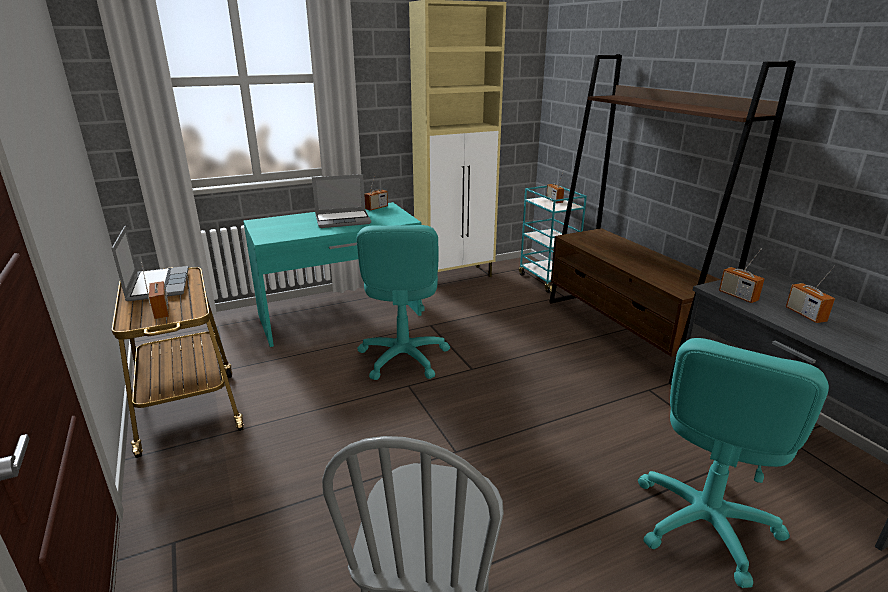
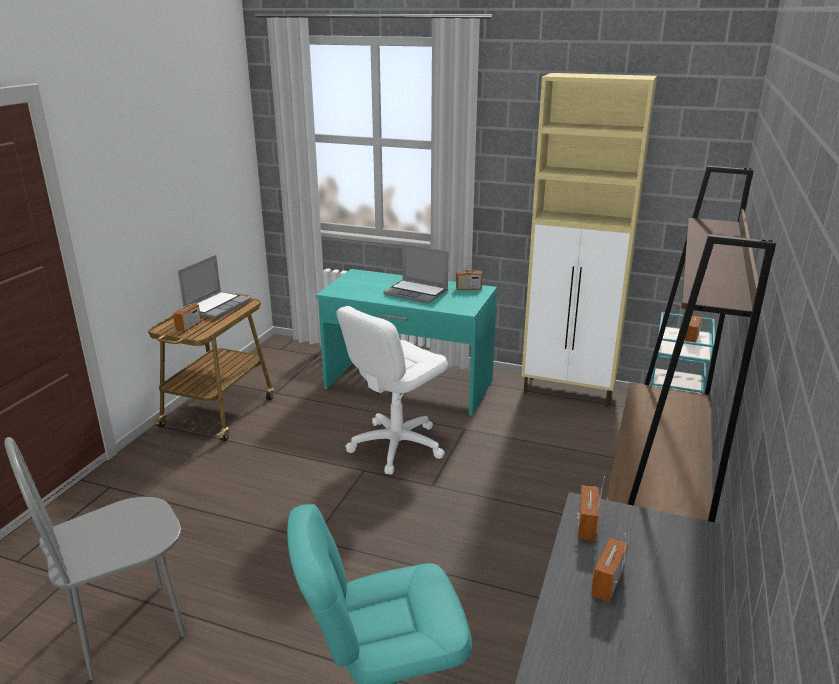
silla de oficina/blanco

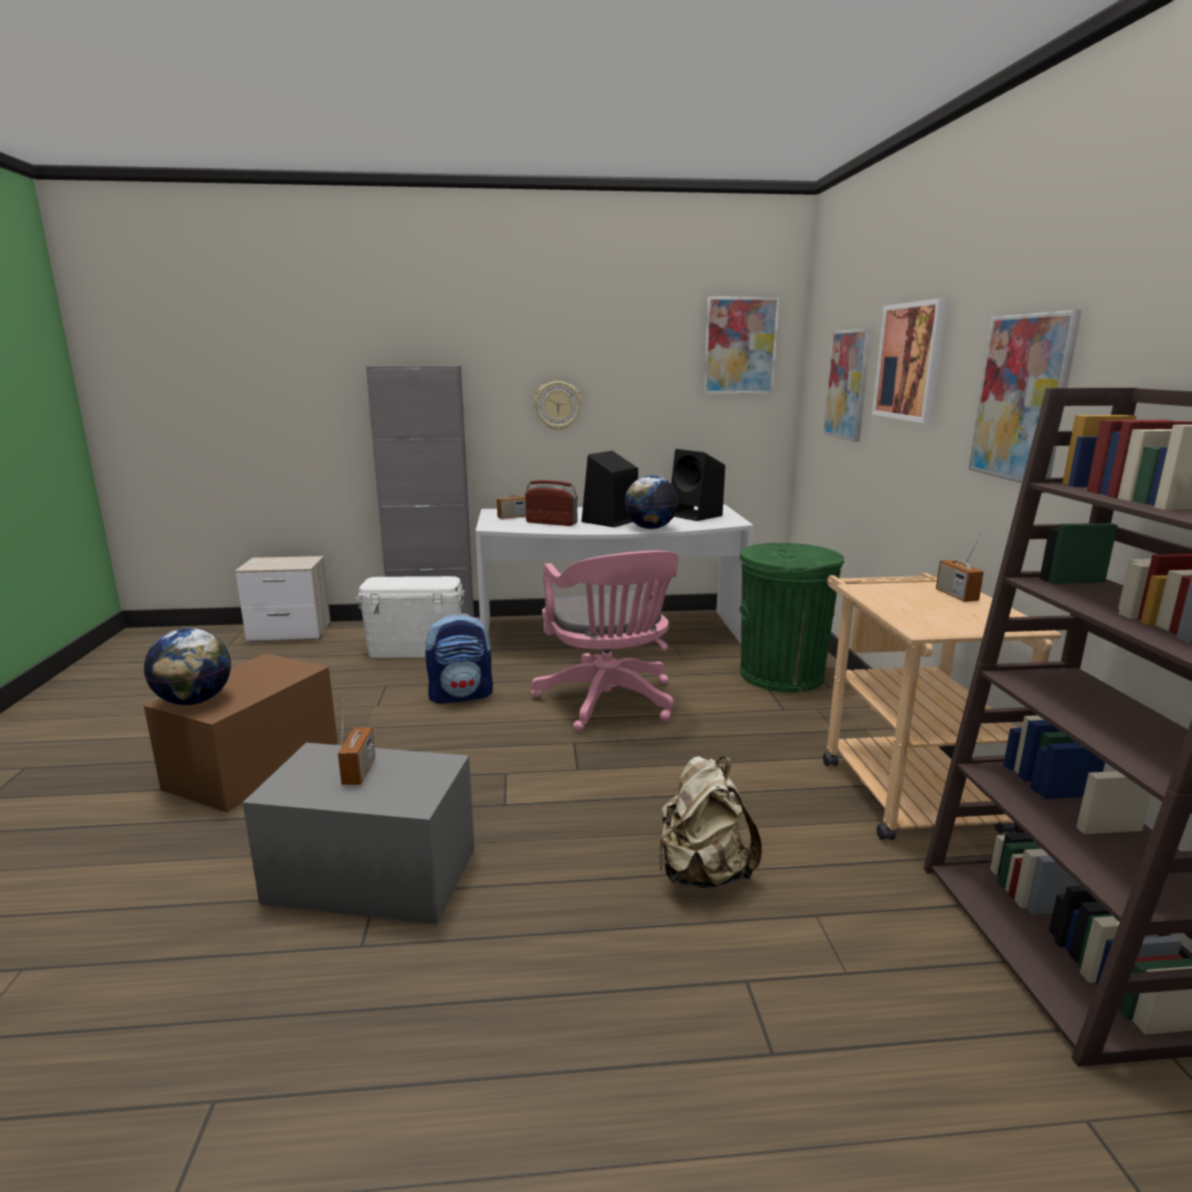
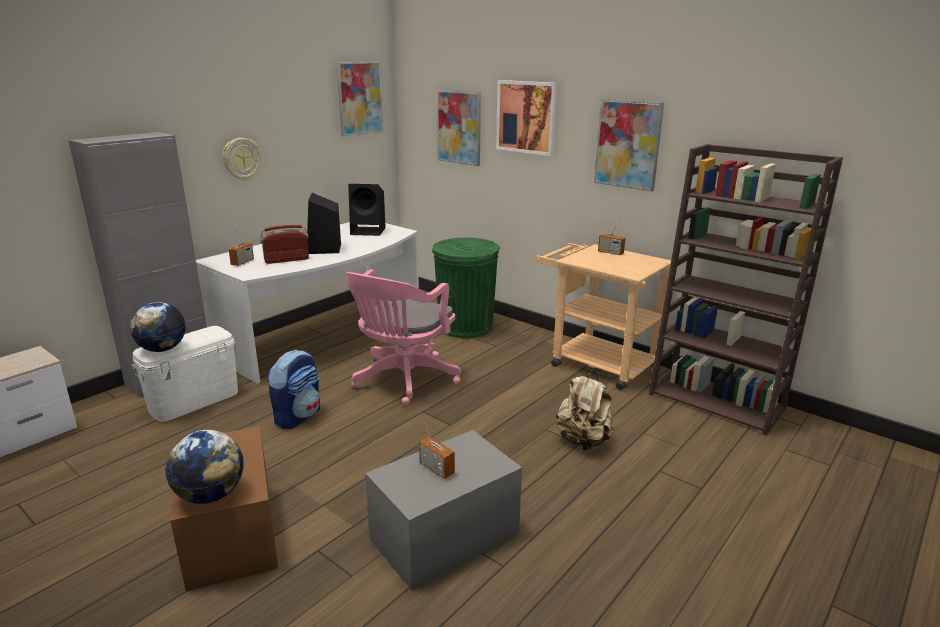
globo terráqueo (no. 1 from left); silla de oficina/rosa

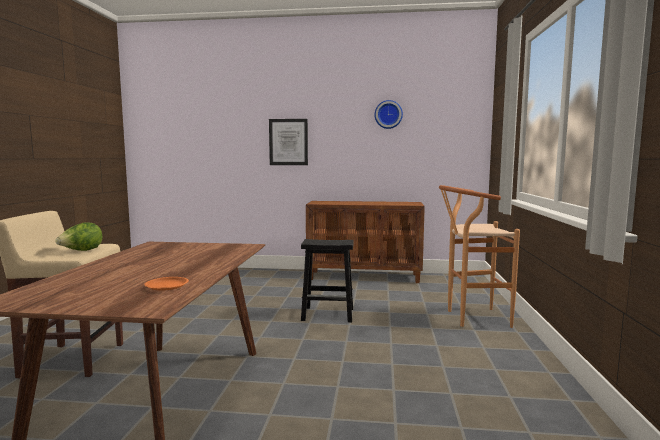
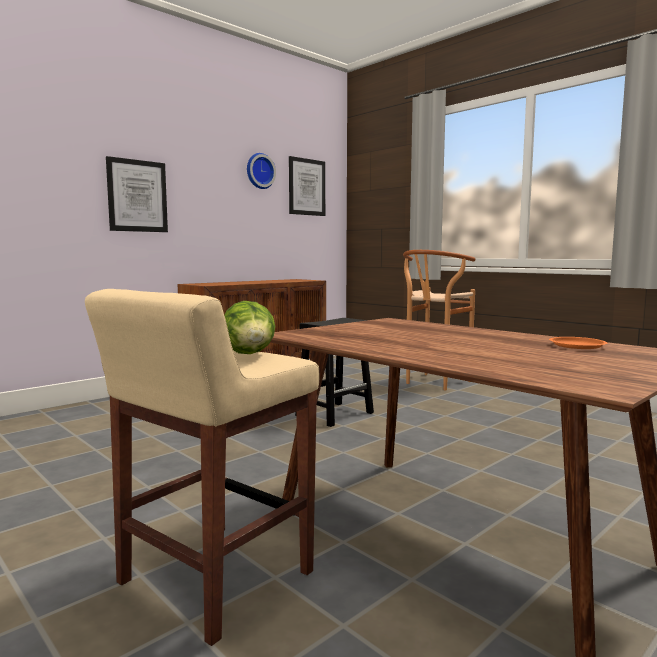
cuadro (no. 2 from left)

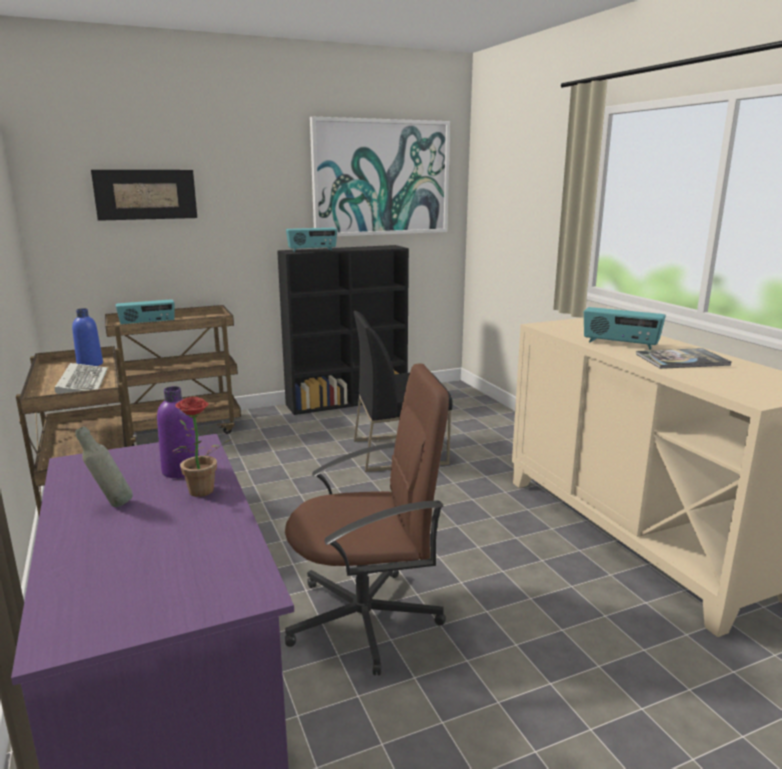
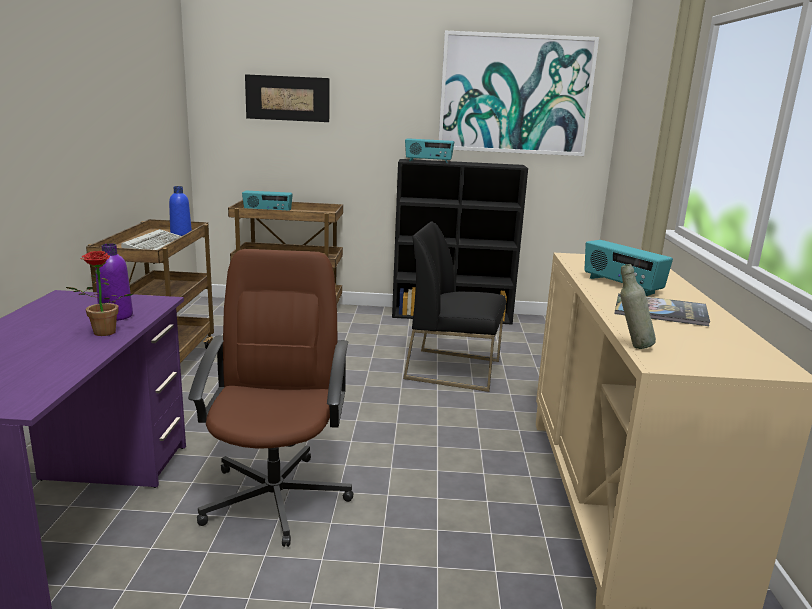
botella/gris; silla de oficina/marrón

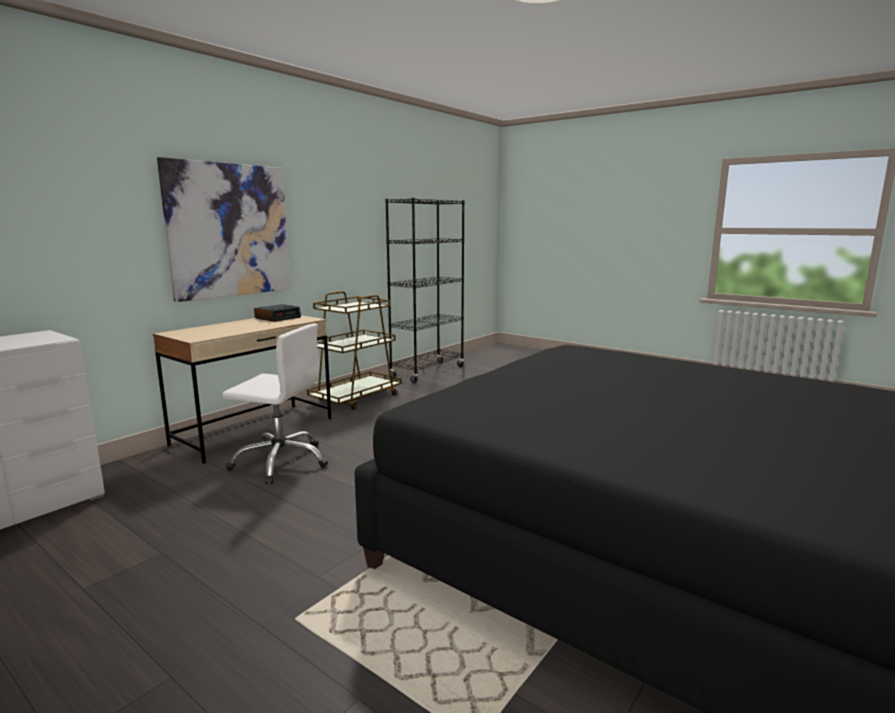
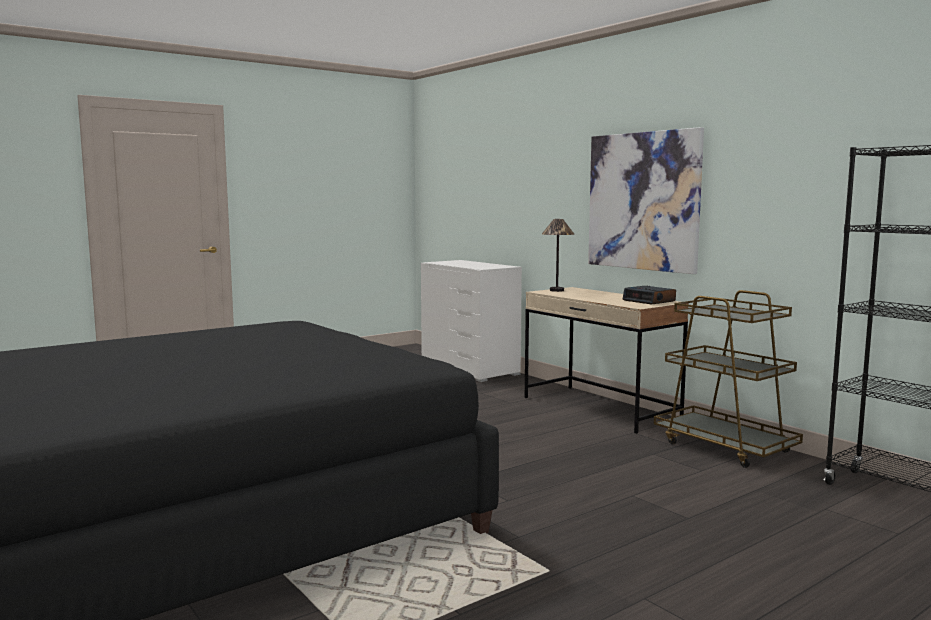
silla de oficina/blanco; lámpara de mesa

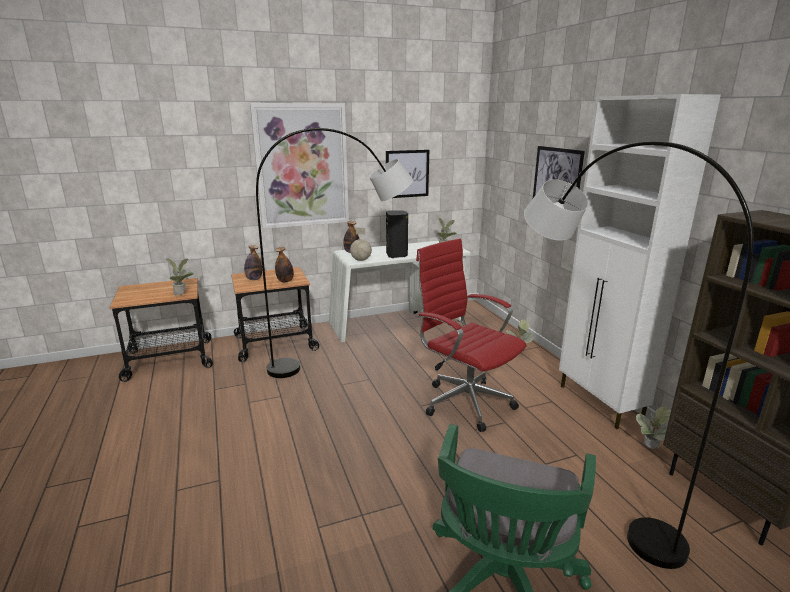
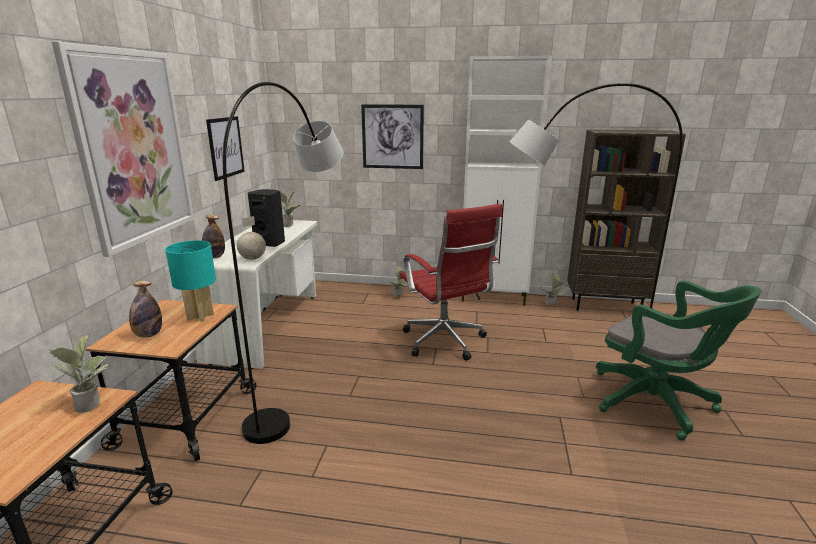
lámpara de mesa/turquesa; silla de oficina/rojo

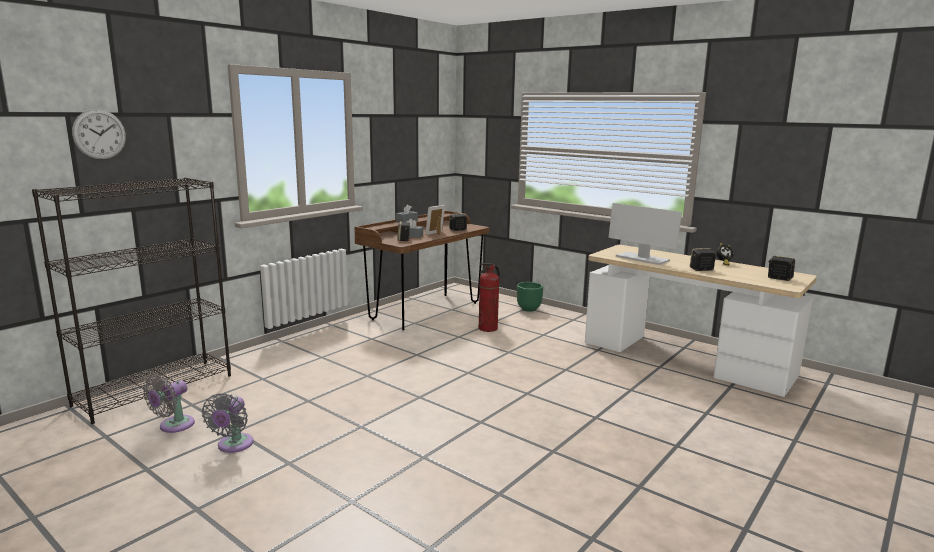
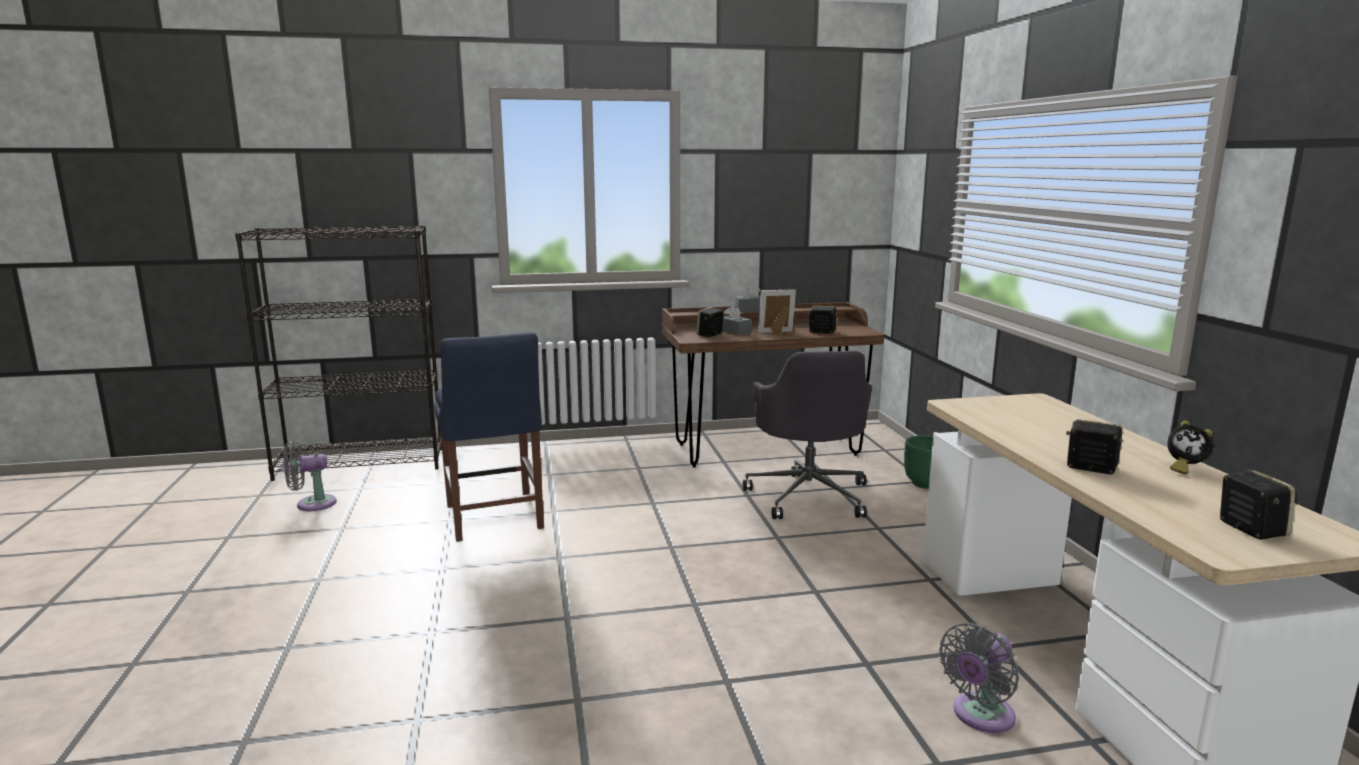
reloj de pared; monitor; silla/azul; ventilador/gris (no. 2 from left); silla de oficina/gris

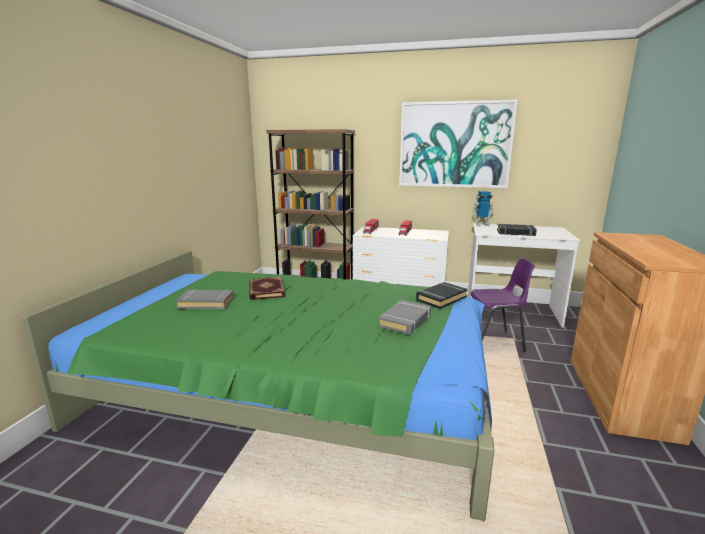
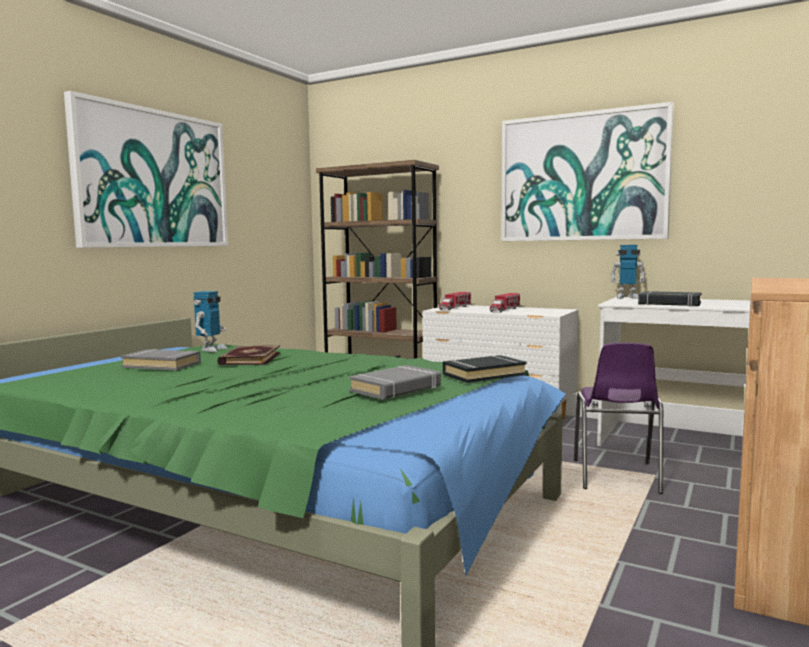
cuadro (no. 1 from left); robot de juguete (no. 1 from left); silla/morado

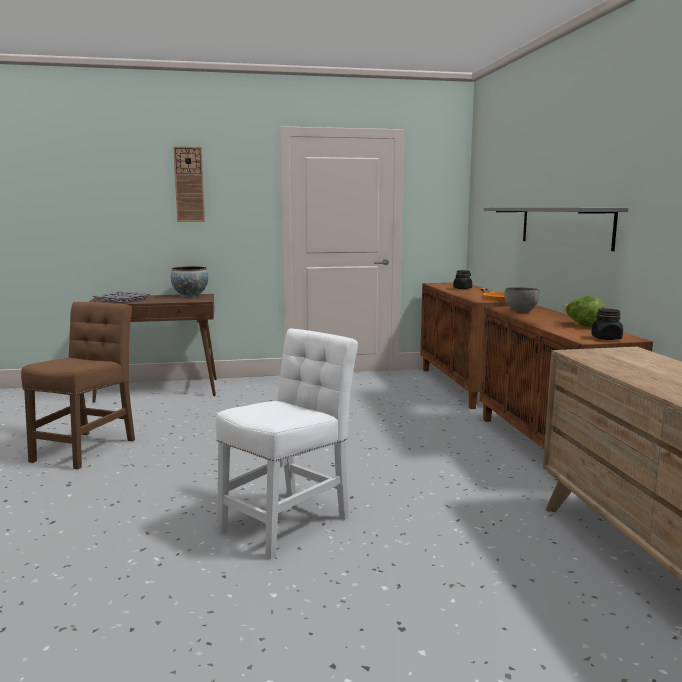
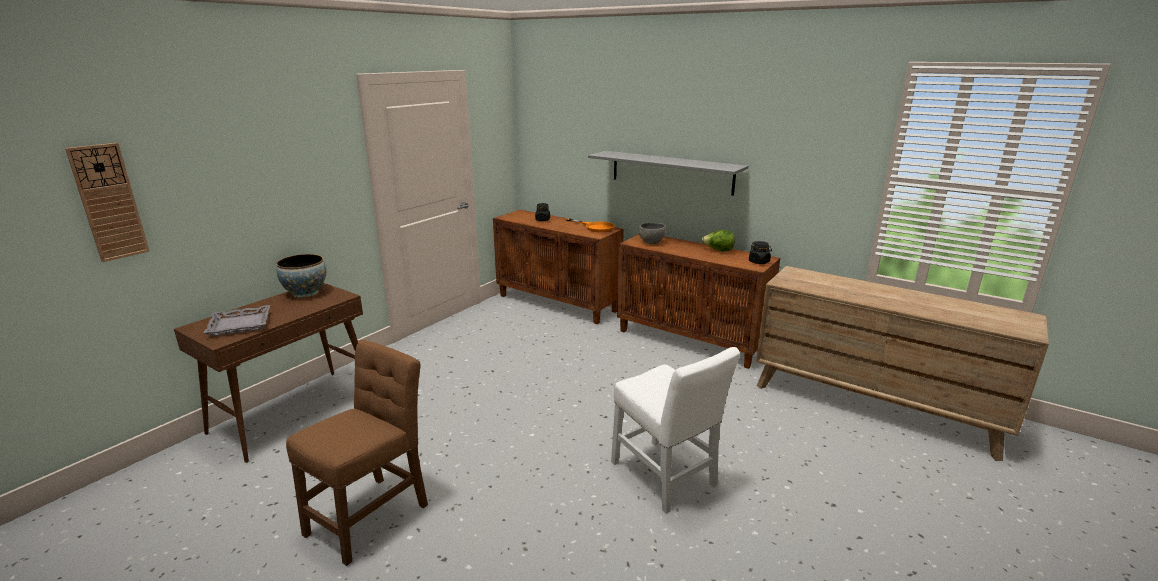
reloj de pared; silla/marrón; silla/blanco

